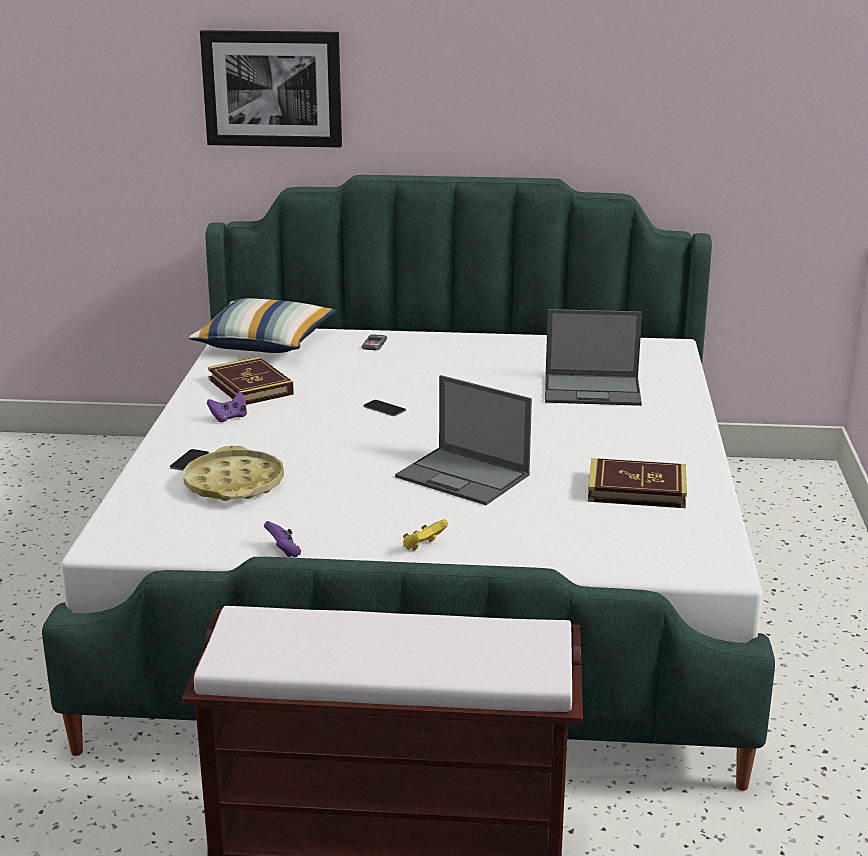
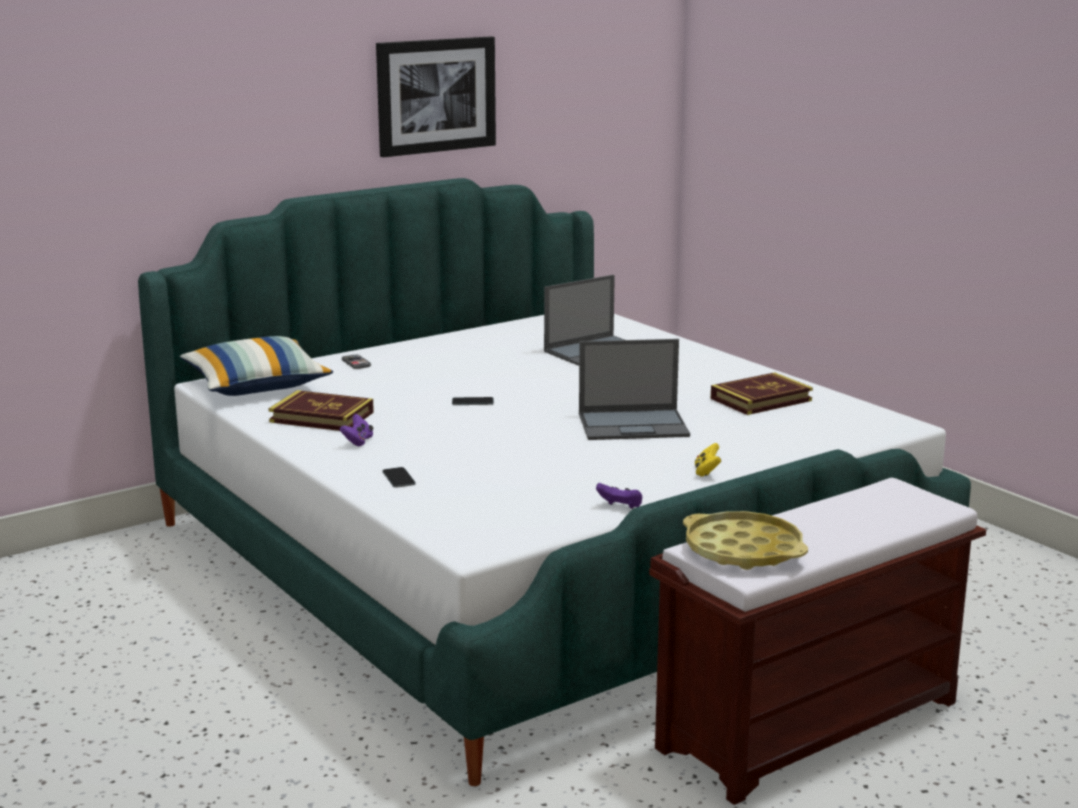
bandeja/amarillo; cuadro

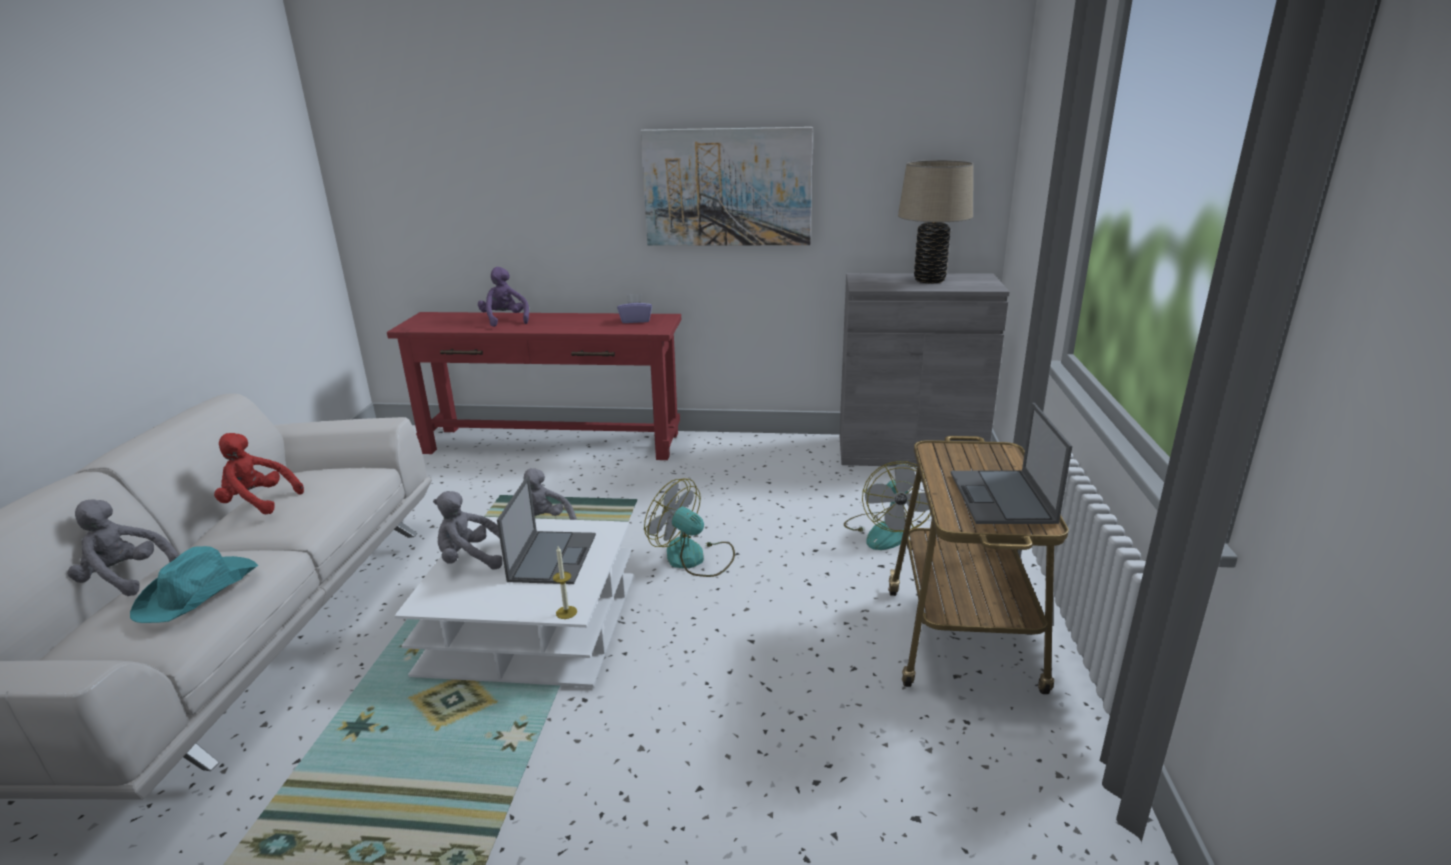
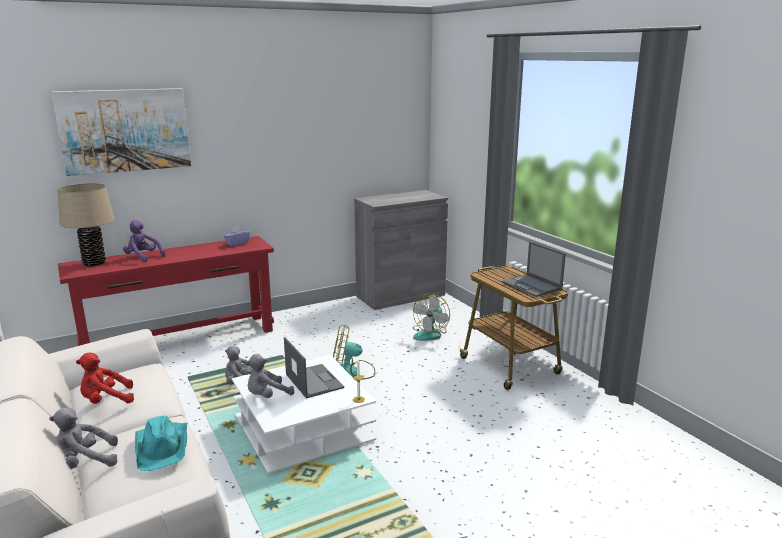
cuadro; lámpara de mesa/beis; ventilador (no. 2 from left)

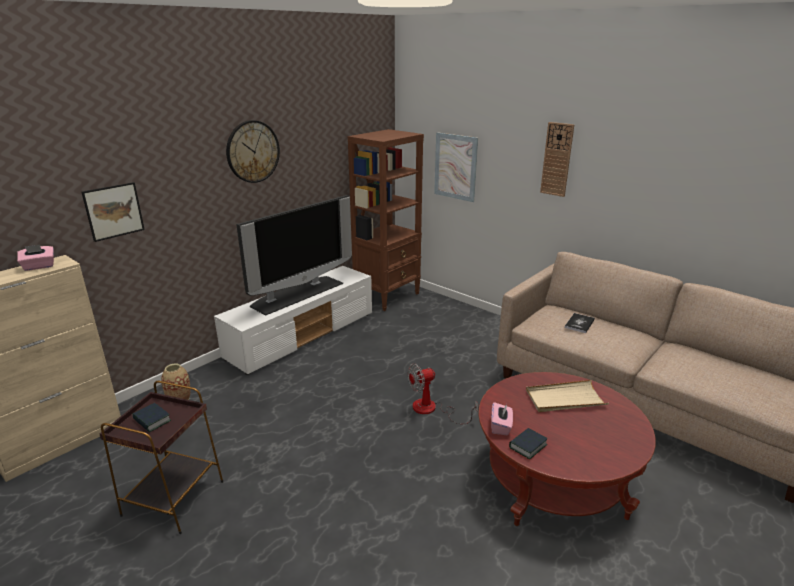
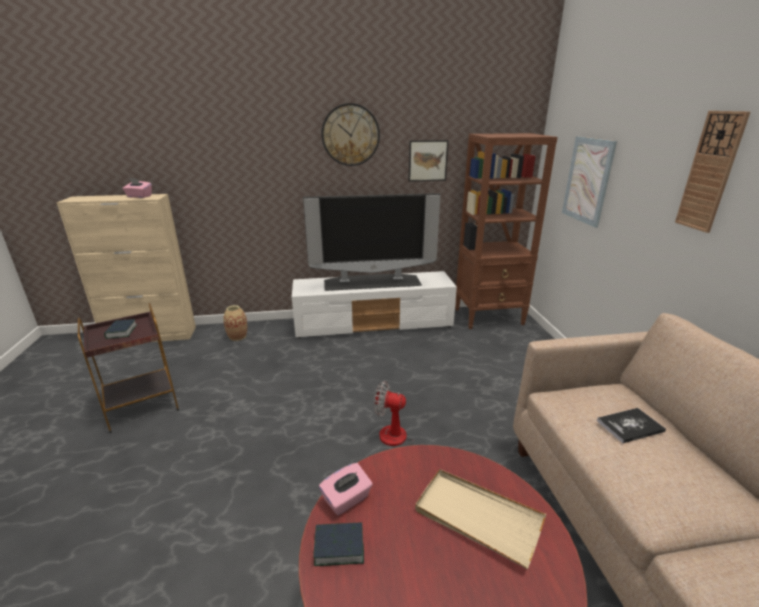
cuadro (no. 1 from left)

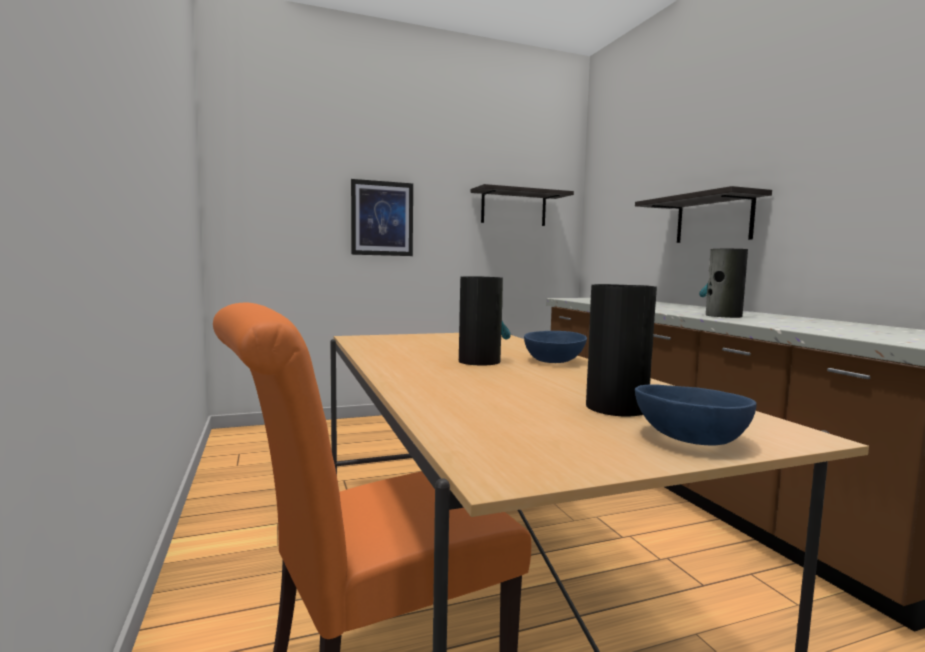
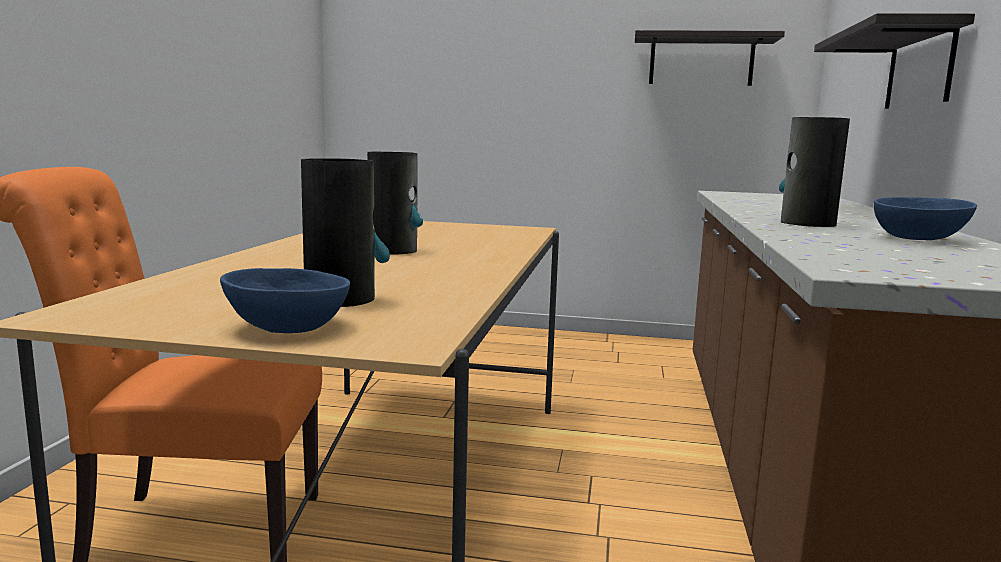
cuadro; cuenco/azul (no. 2 from left)

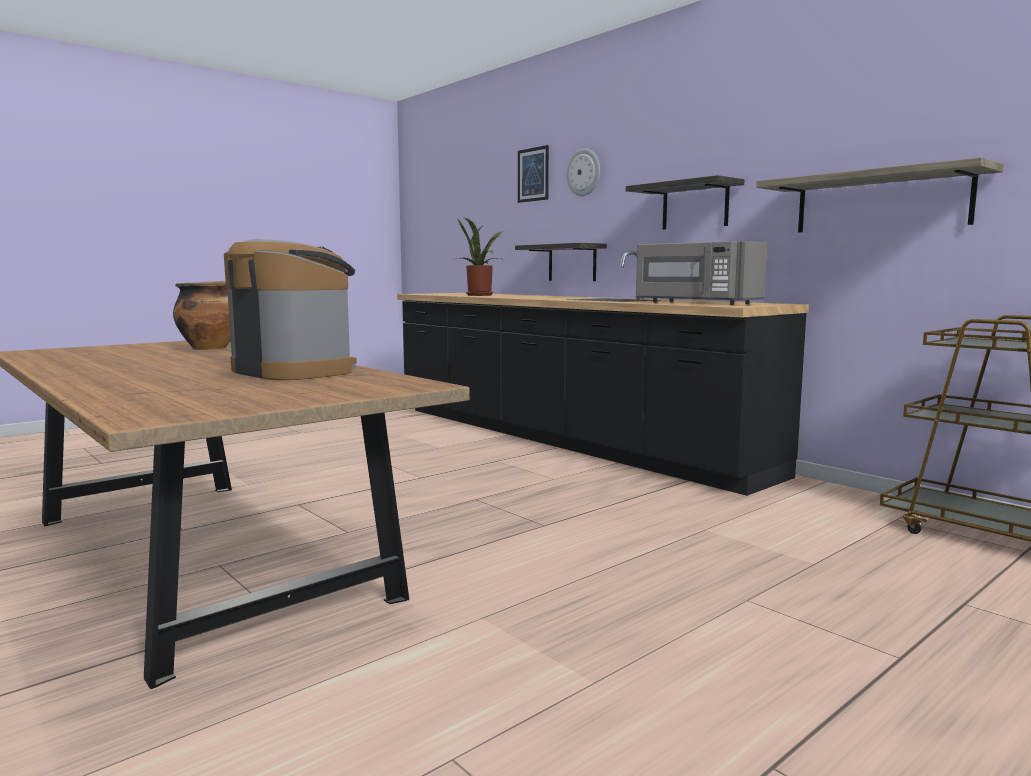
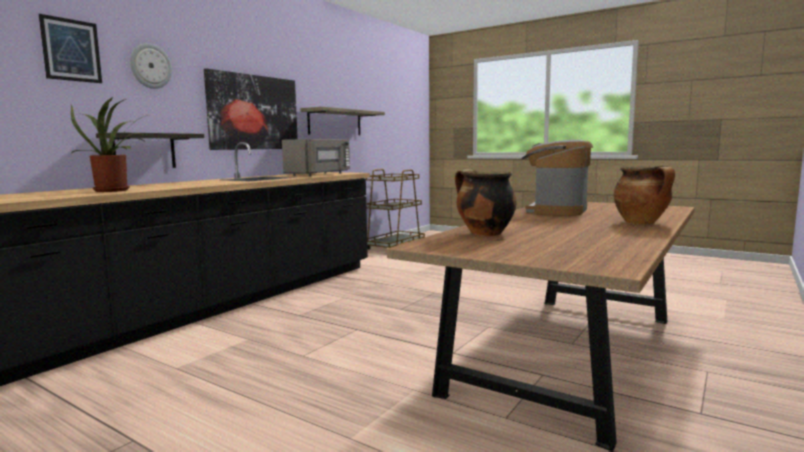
olla (no. 2 from left); cuadro (no. 2 from left)

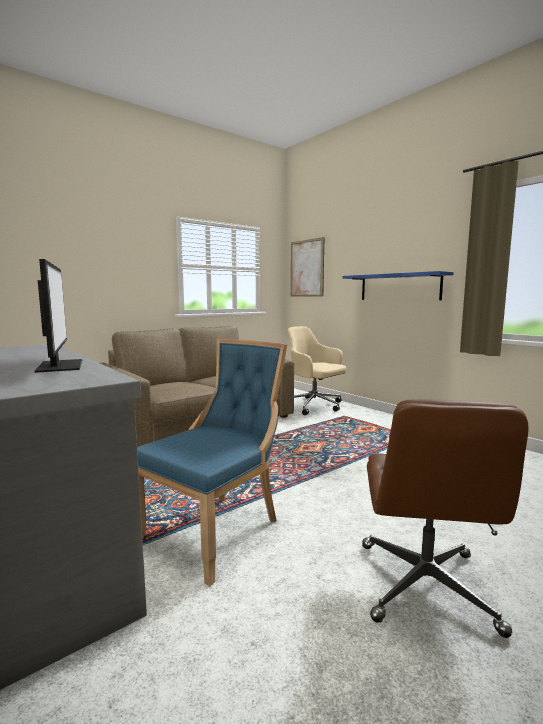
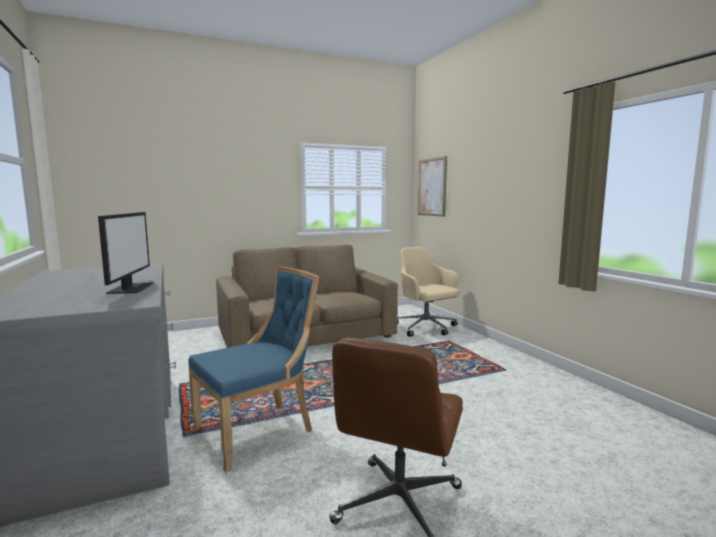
estante/azul

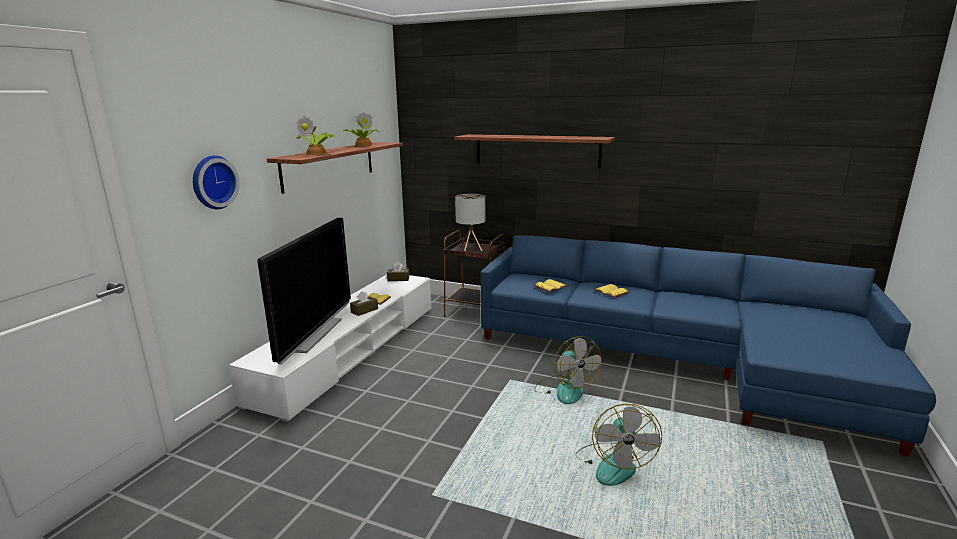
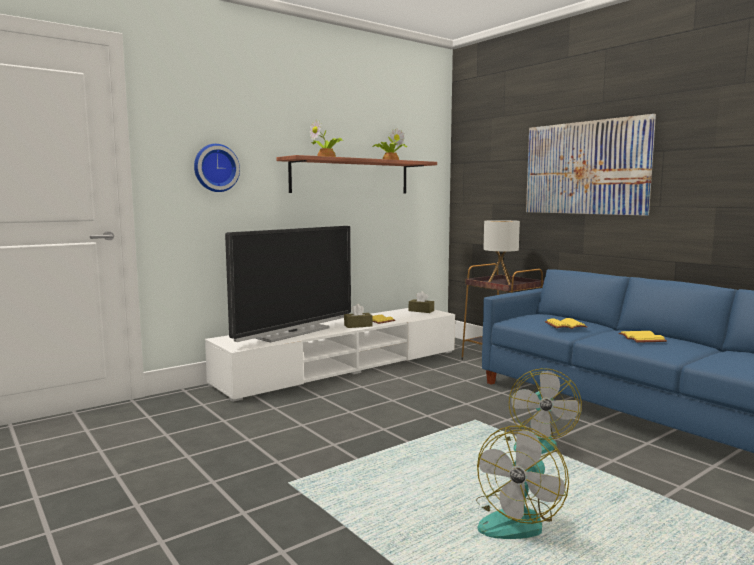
cuadro

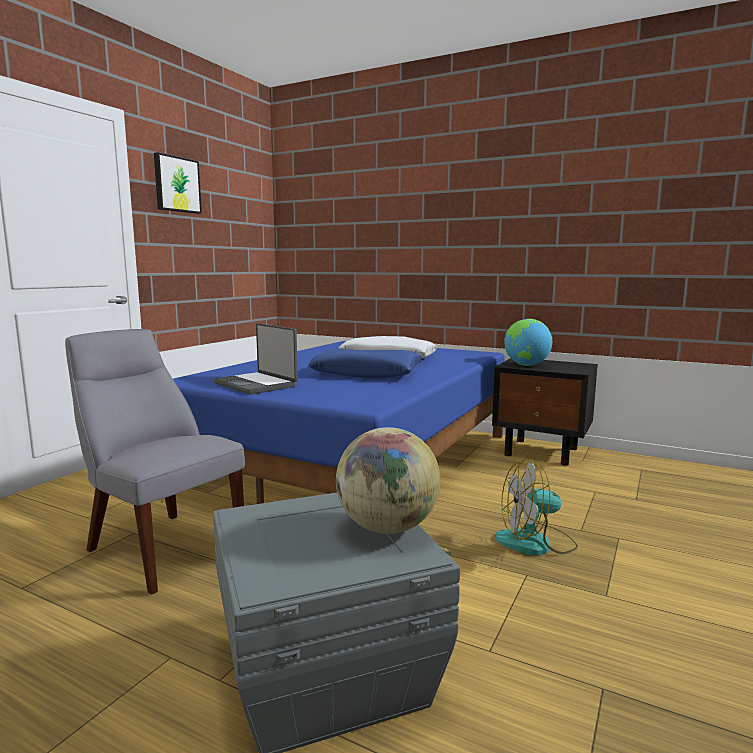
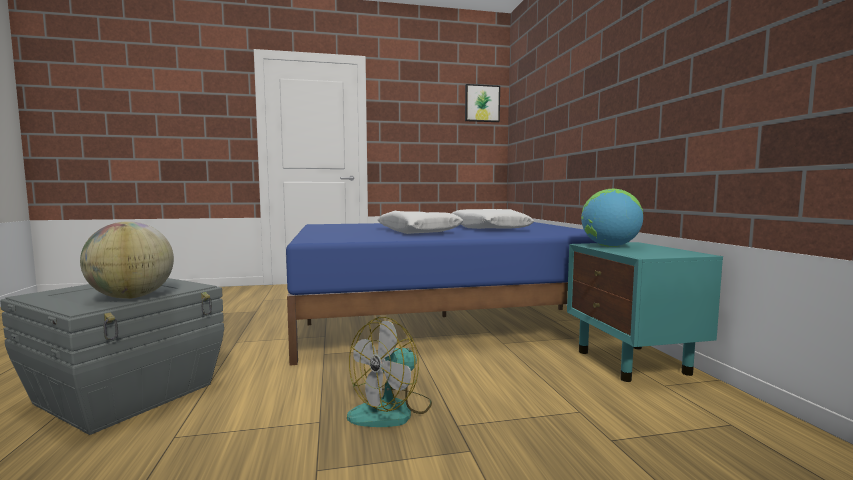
silla/gris; portátil; cuadro; cojín/blanco (no. 1 from left); mesita de noche/turquesa; ventilador

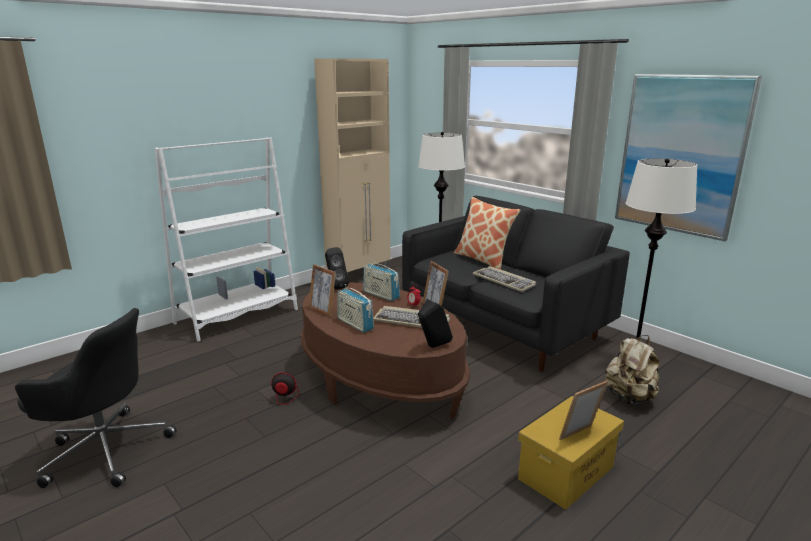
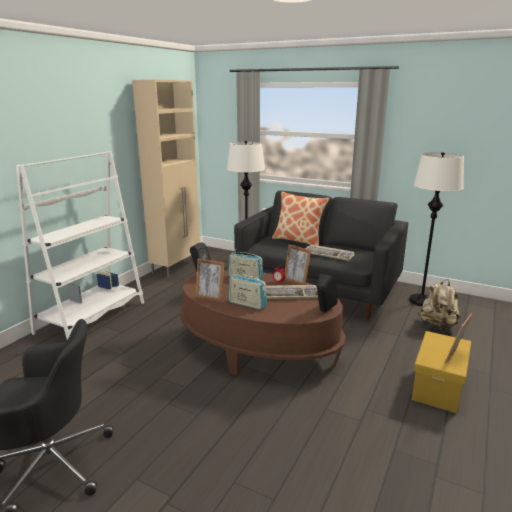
ventilador; cuadro

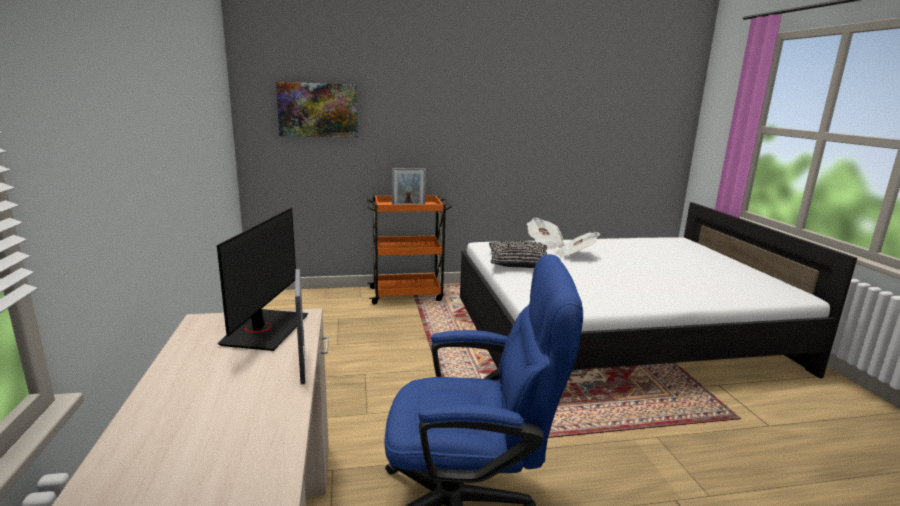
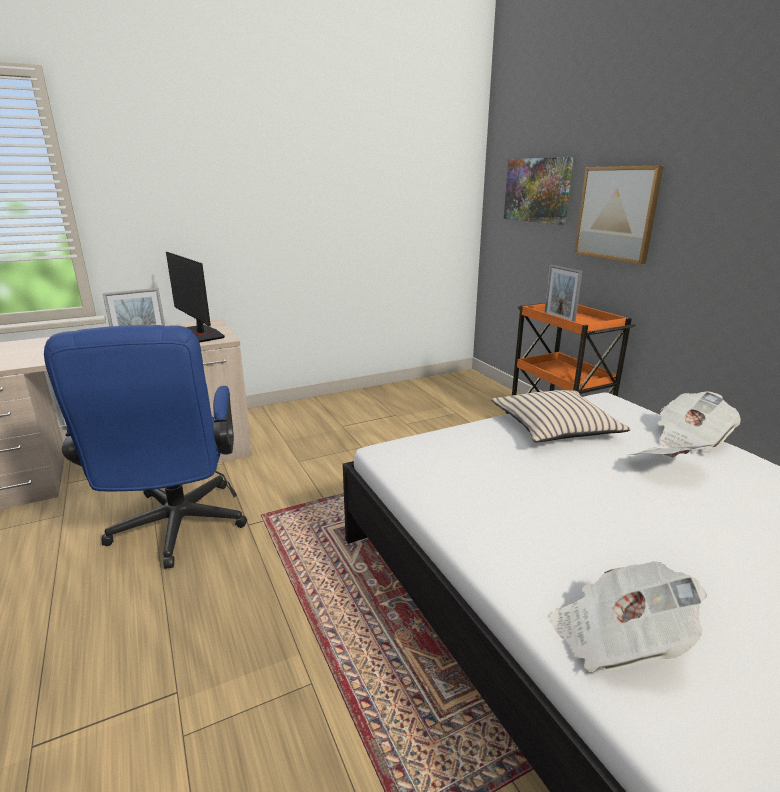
periódico (no. 1 from left); cuadro (no. 2 from left); cojín/beis; monitor

